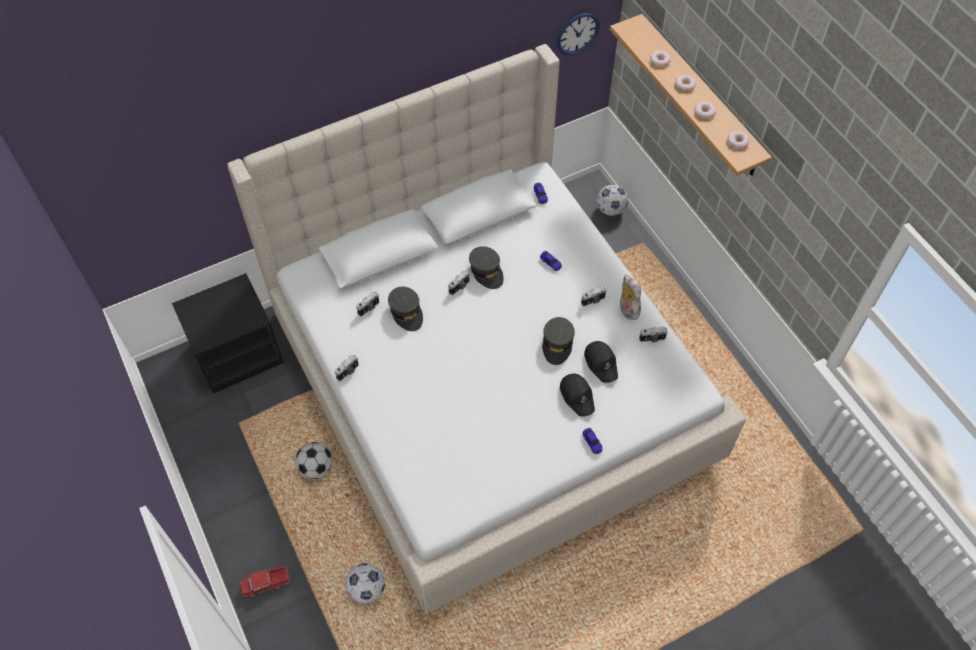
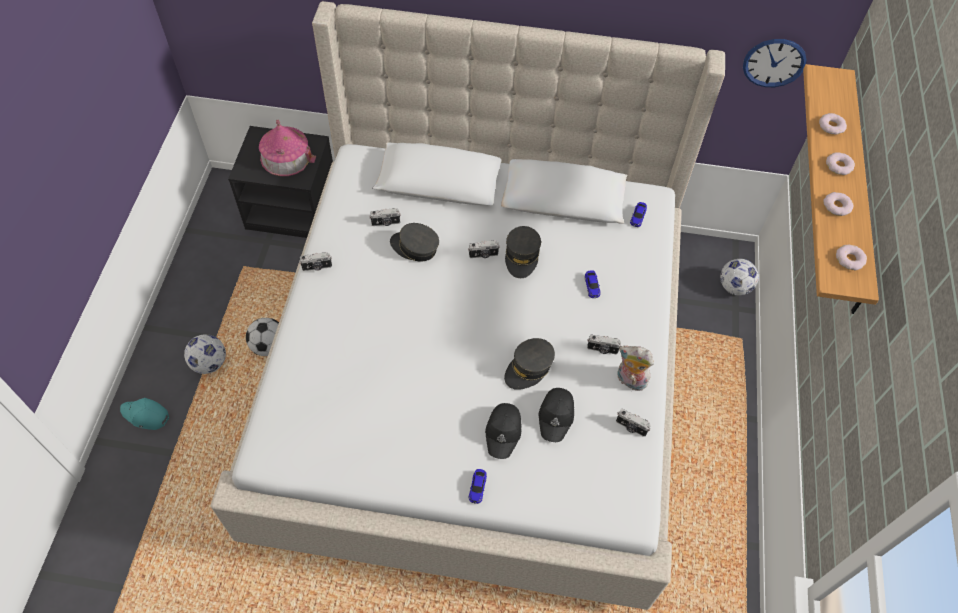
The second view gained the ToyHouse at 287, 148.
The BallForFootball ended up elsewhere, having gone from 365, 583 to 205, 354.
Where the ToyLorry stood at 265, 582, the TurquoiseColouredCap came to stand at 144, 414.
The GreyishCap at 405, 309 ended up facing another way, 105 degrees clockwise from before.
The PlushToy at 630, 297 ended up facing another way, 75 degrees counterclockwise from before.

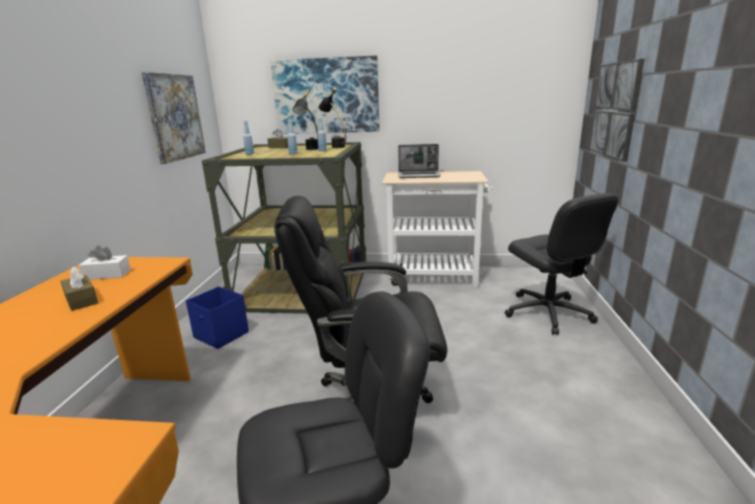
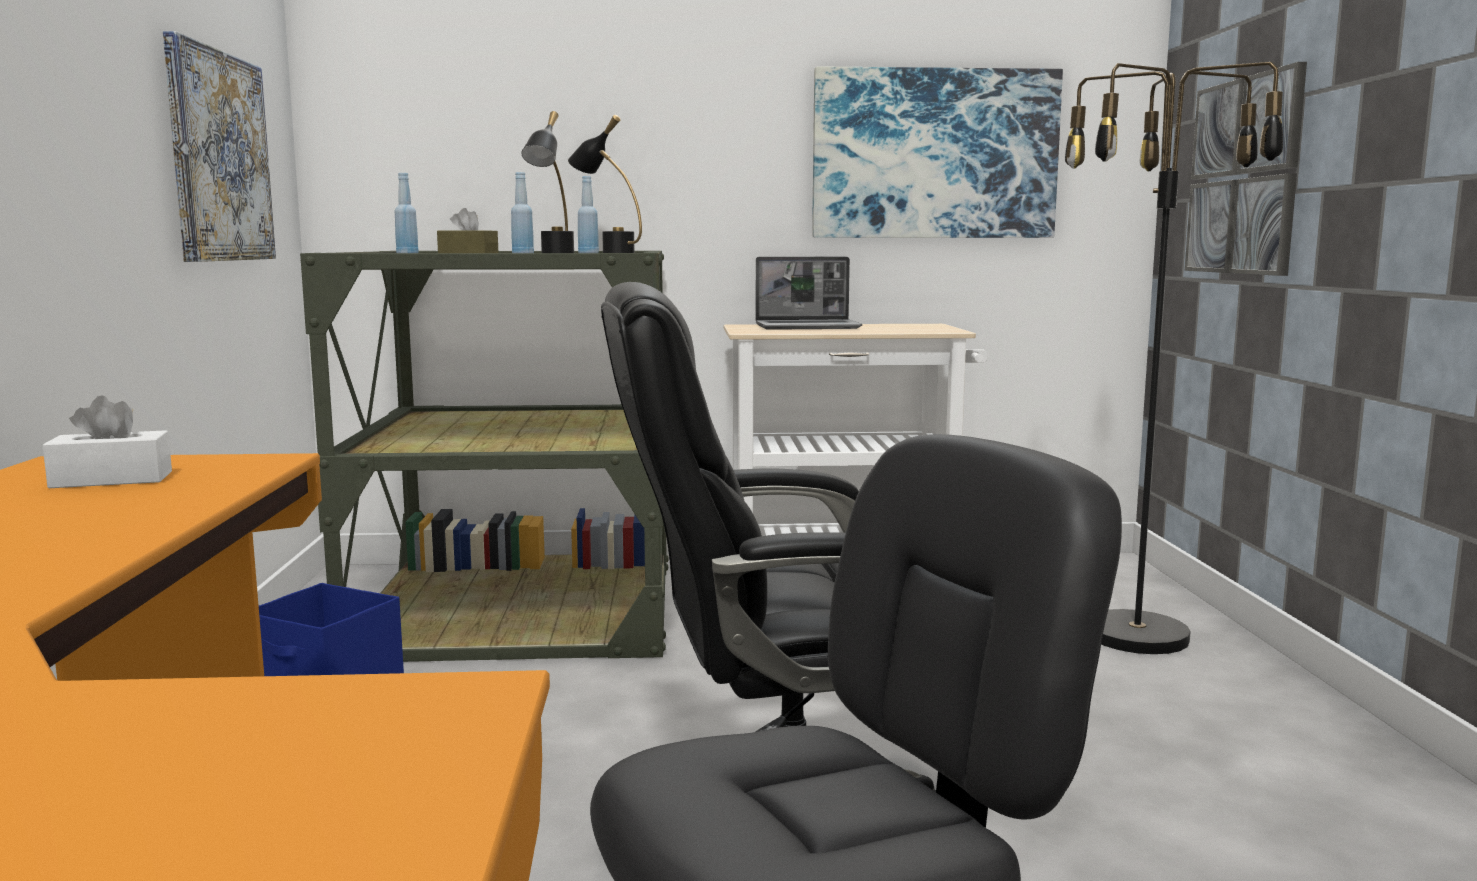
The second view lost the BrownColouredBoxOfTissues at 79, 288.
The WallArt ended up elsewhere, having gone from 325, 95 to 937, 152.
Where the BlackishOfficeChair stood at 561, 264, the FloorLamp came to stand at 1174, 358.

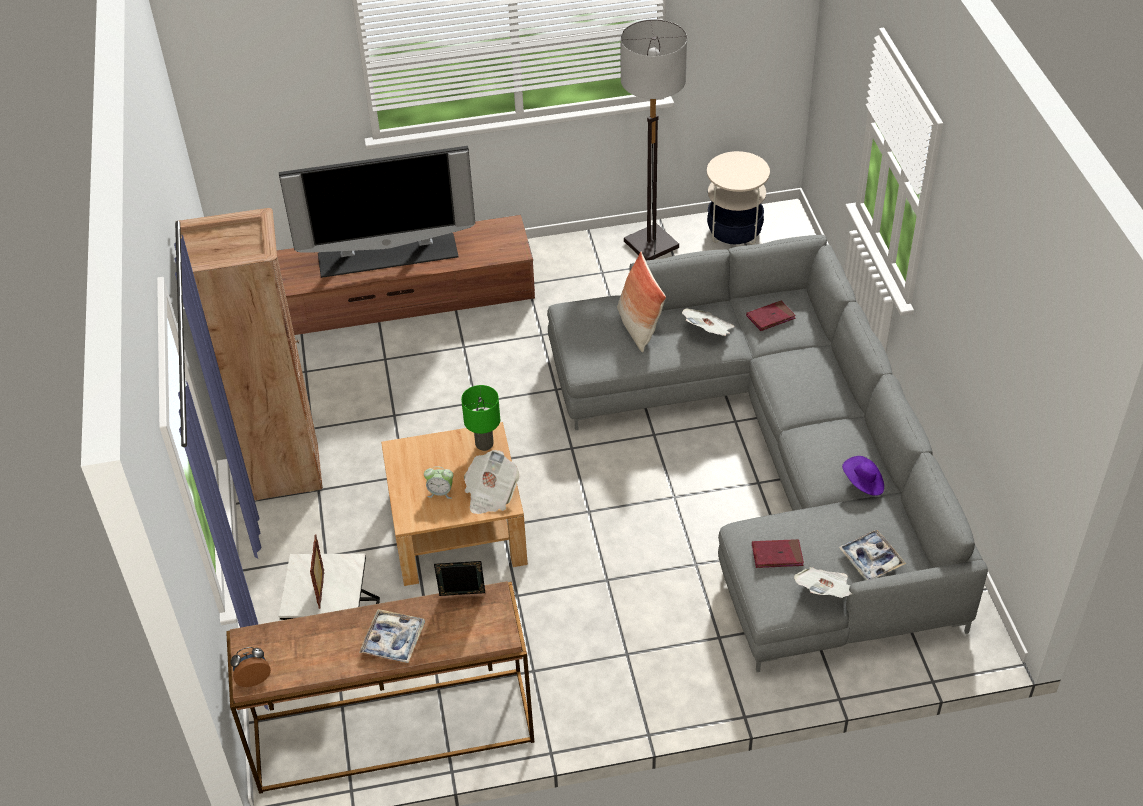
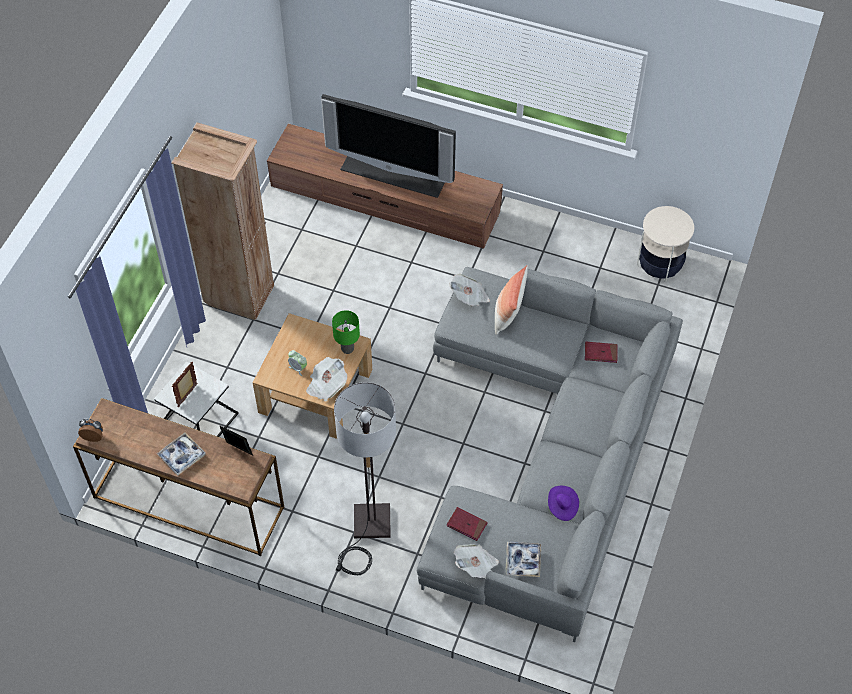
The FloorLamp ended up elsewhere, having gone from 653, 140 to 365, 478.
The DailyPaper ended up elsewhere, having gone from 708, 322 to 469, 290.

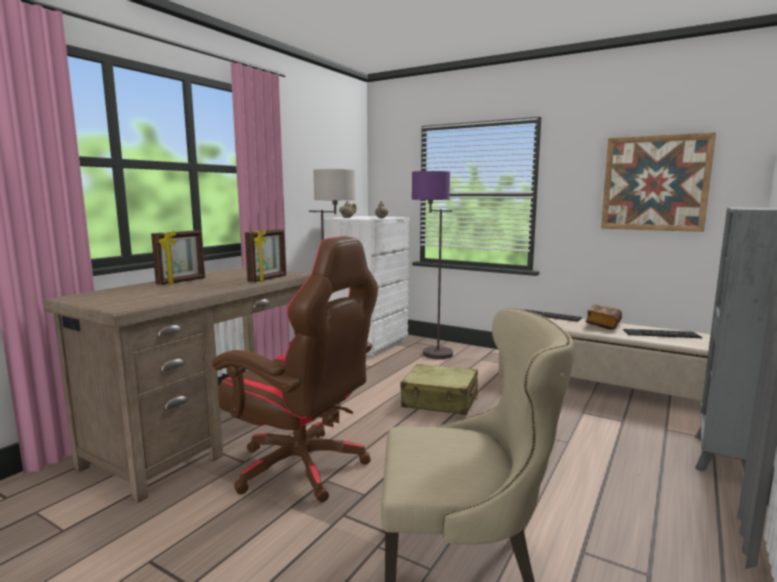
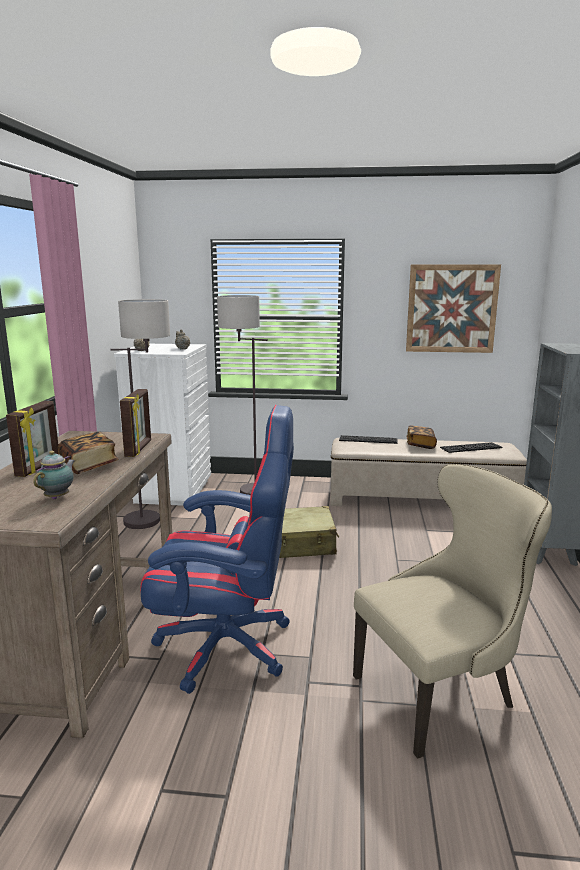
The second view gained the PotForTea at 54, 475.
The second view gained the BoundBook at 88, 453.
What was the BrownColouredOfficeChair at 295, 369 turned into the BlueColouredOfficeChair at 217, 549.
What was the PurpleFloorLamp at 432, 265 turned into the GreyishFloorLamp at 242, 395.

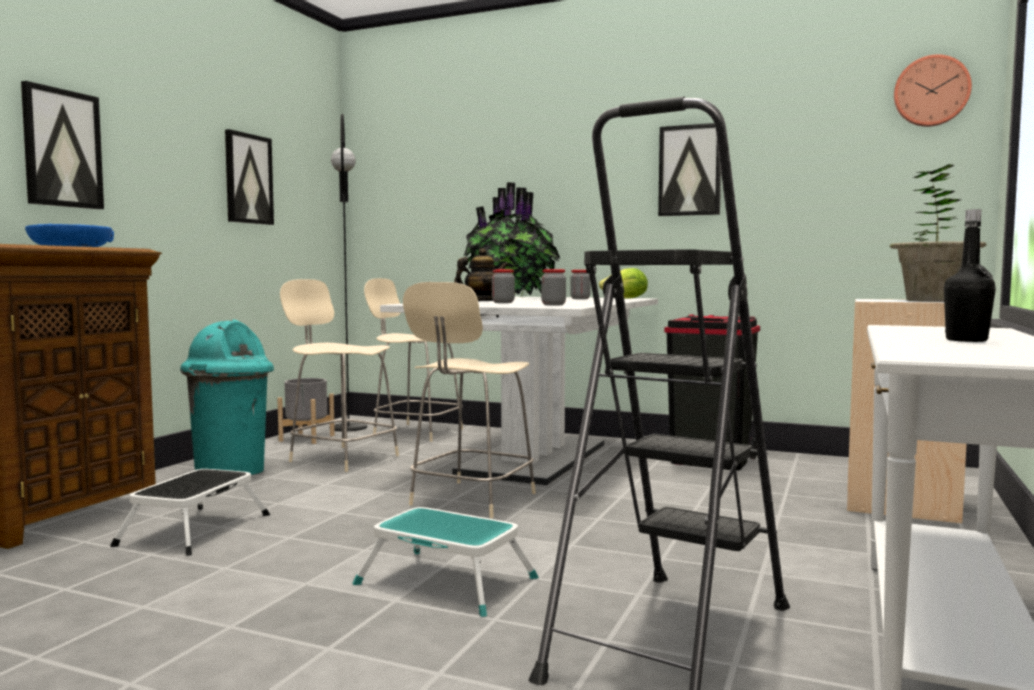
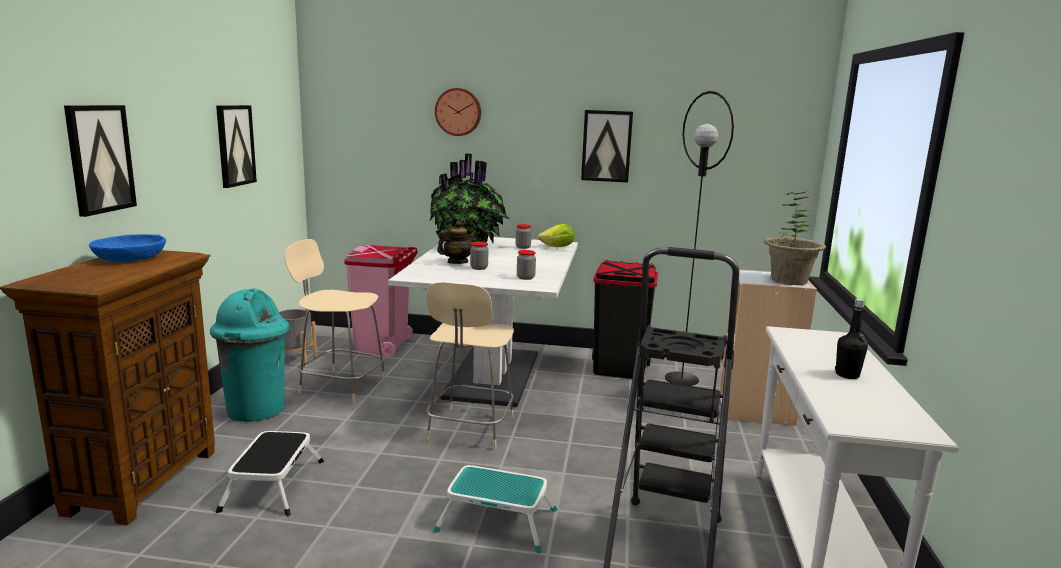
The BlackishFloorLamp ended up elsewhere, having gone from 349, 272 to 699, 238.
The WallClock ended up elsewhere, having gone from 933, 90 to 458, 112.
Where the SandColouredChair stood at 413, 360, the PinkishTrashCan came to stand at 381, 301.

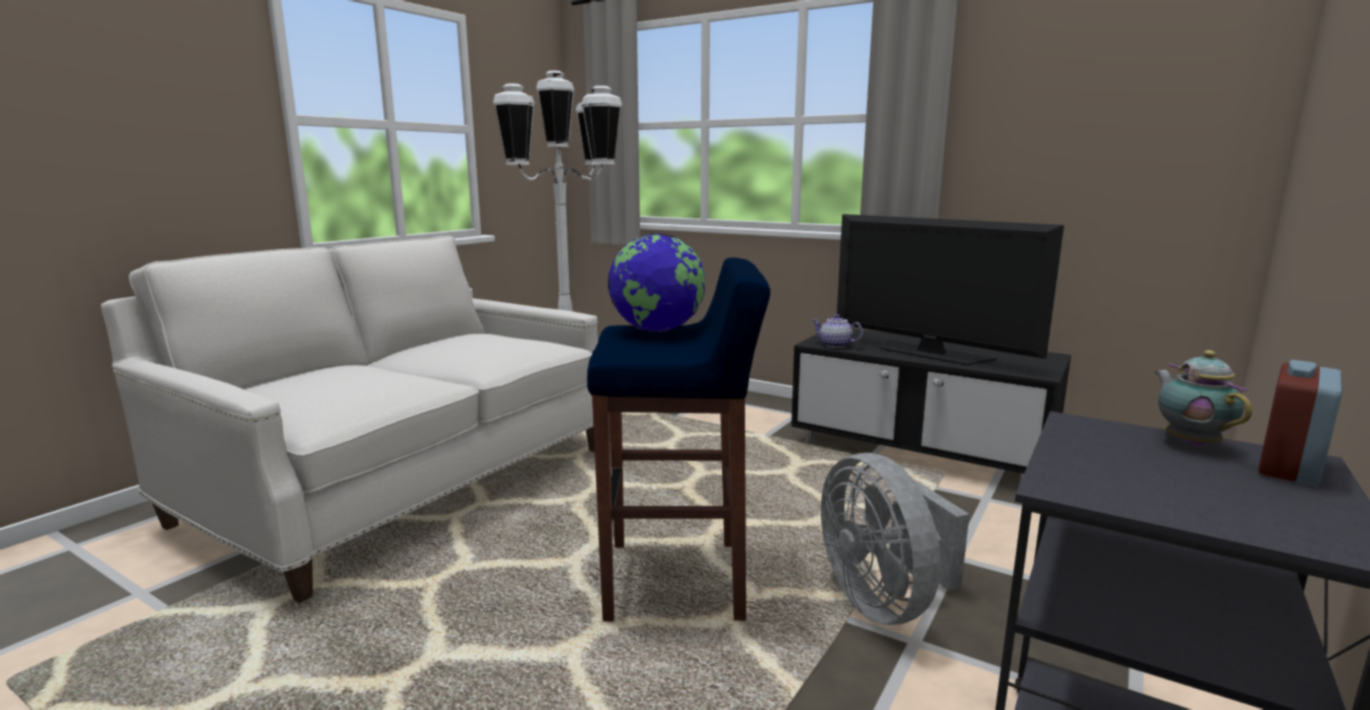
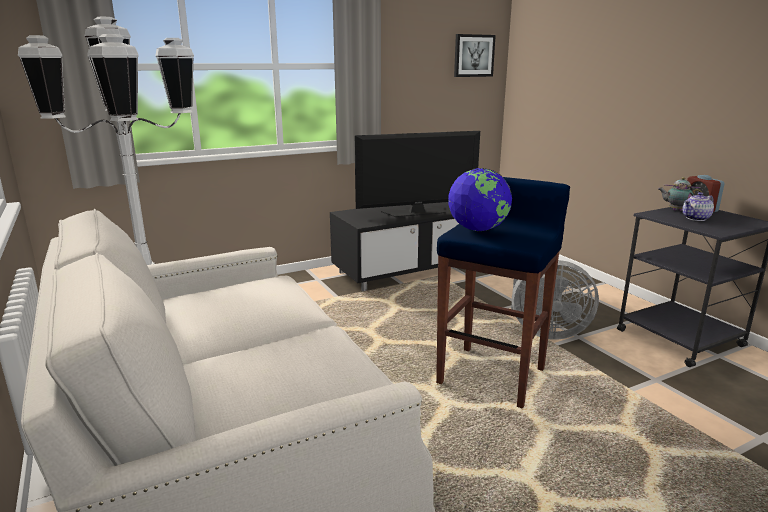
The second view gained the WallArt at 475, 55.
The PotForTea ended up elsewhere, having gone from 837, 331 to 698, 206.

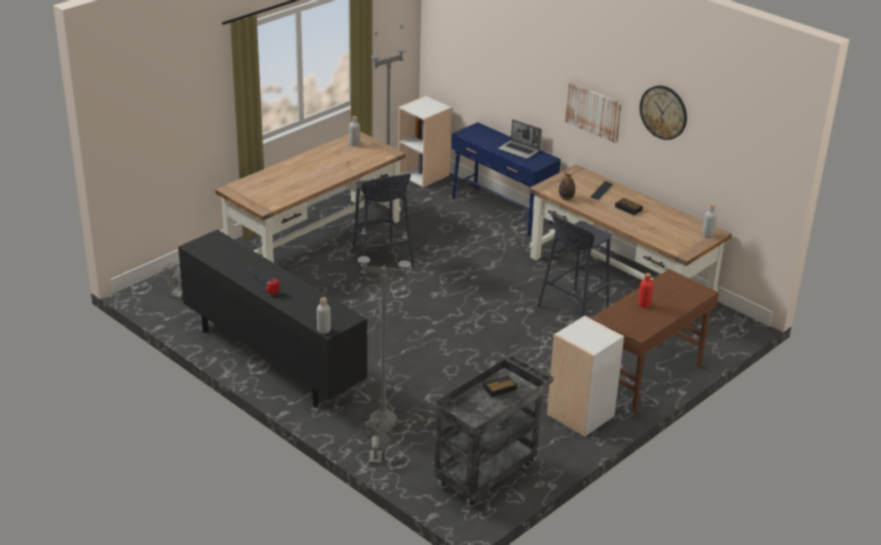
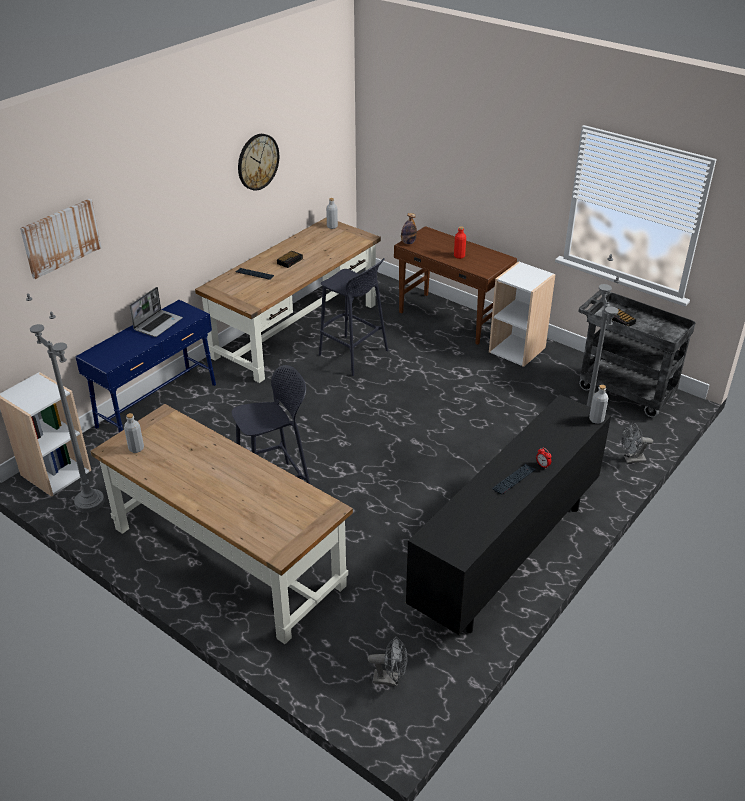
The BeverageBottle ended up elsewhere, having gone from 567, 184 to 409, 228.
The WallArt ended up elsewhere, having gone from 593, 112 to 60, 239.

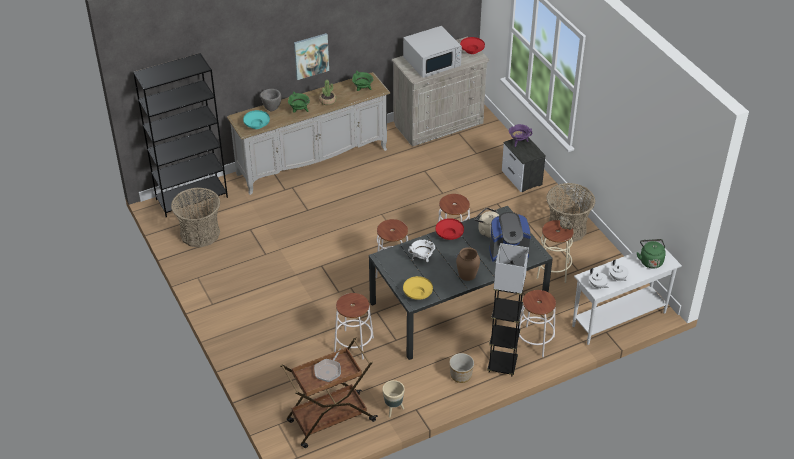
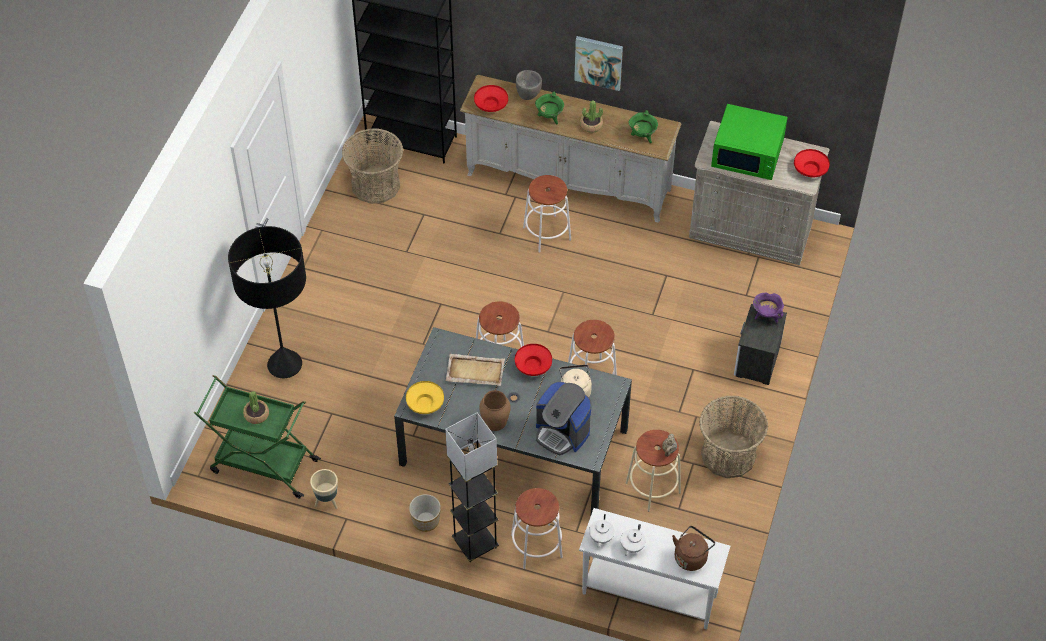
The second view gained the BlackishFloorLamp at 267, 302.
The WhitishStool ended up elsewhere, having gone from 354, 326 to 547, 214.
Where the FryingPan stood at 327, 365, the PlantInAPot came to stand at 256, 407.
Where the WhitishCookingPot stood at 421, 251, the SandColouredCarryingTray came to stand at 475, 370.
What was the TurquoiseColouredDeepDish at 256, 119 turned into the RedColouredDeepDish at 491, 98.
What was the BrownColouredCart at 329, 392 turned into the GreenishCart at 257, 436.
What was the WhitishKitchenMicrowave at 432, 52 turned into the GreenishKitchenMicrowave at 749, 142.
What was the GreenishTeaKettle at 651, 254 turned into the BrownColouredTeaKettle at 693, 548.

